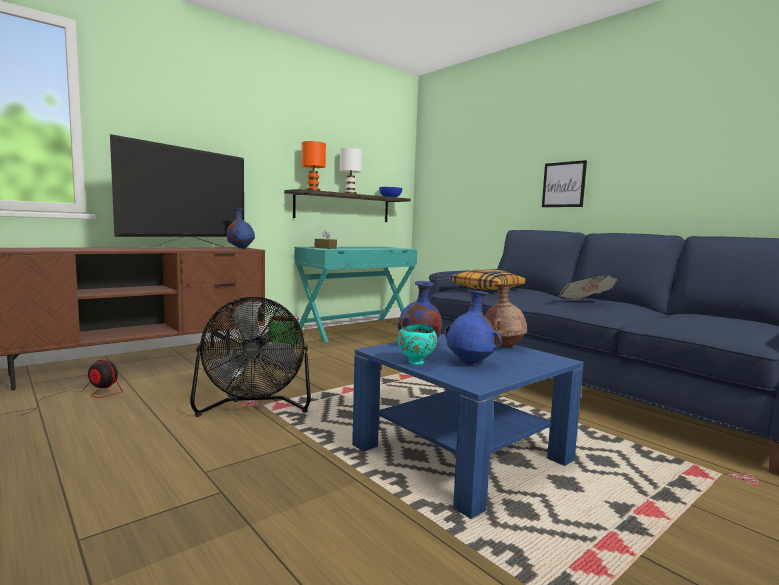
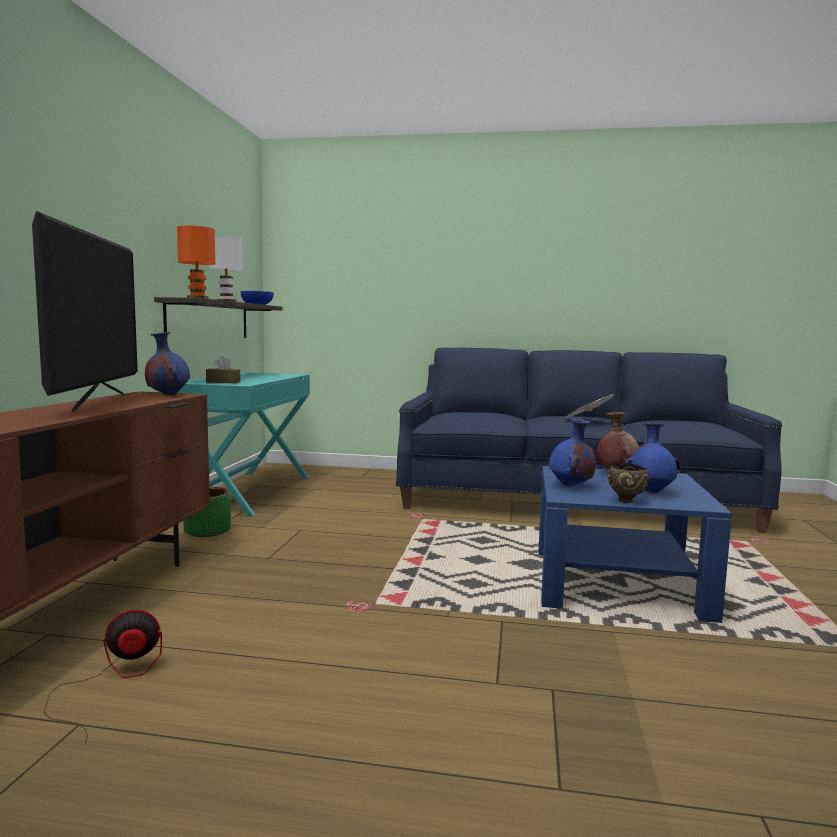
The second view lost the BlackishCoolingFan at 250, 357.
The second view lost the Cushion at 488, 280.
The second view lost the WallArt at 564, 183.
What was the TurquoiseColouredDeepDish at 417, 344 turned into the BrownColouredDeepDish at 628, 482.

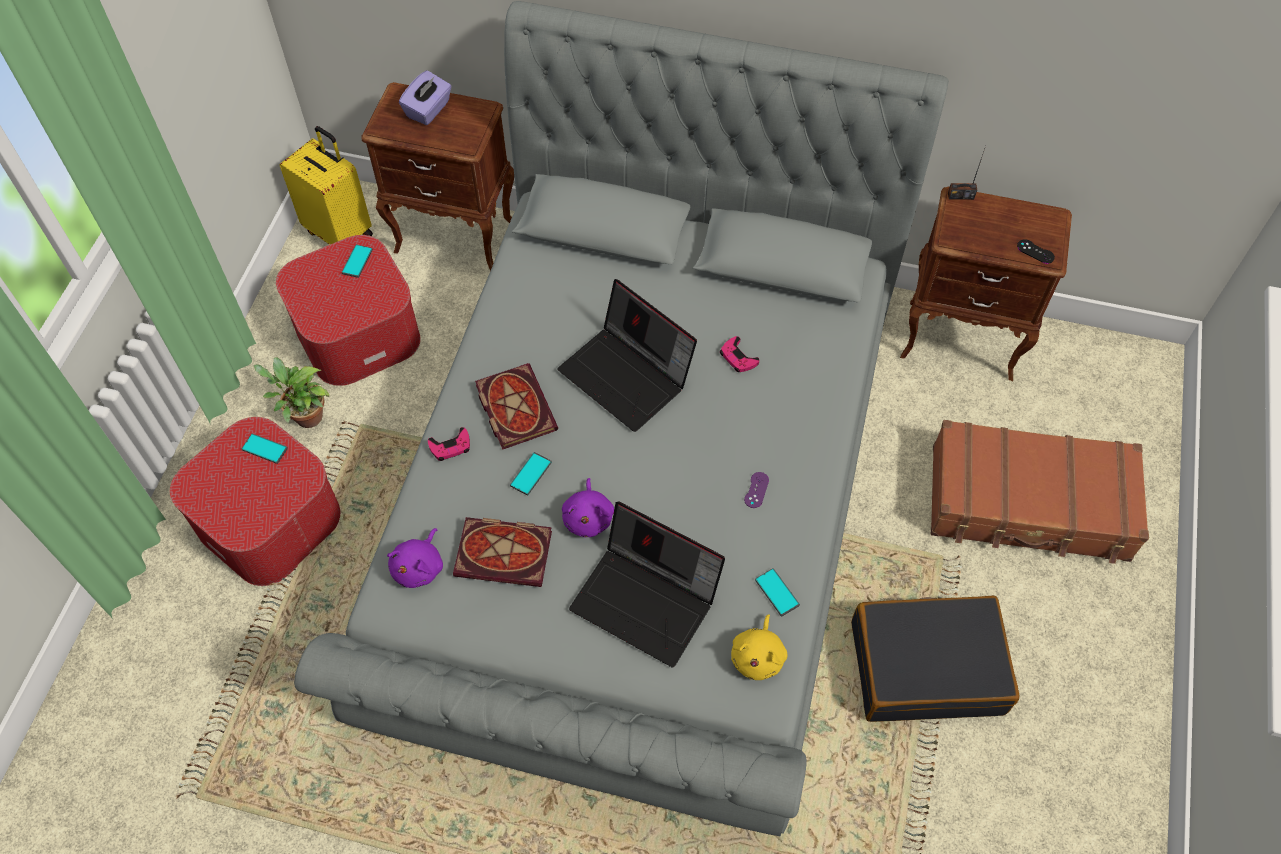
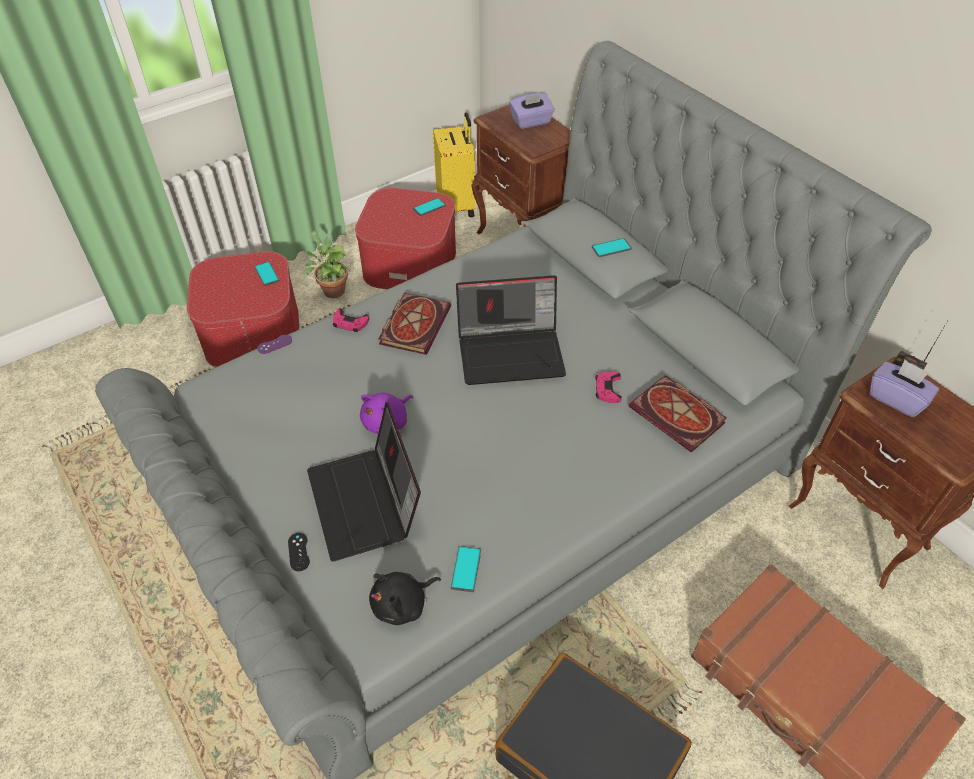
The second view lost the PurplePlushToy at 415, 558.
The second view gained the PurpleBoxOfTissues at 905, 388.
The BoundBook ended up elsewhere, having gone from 502, 552 to 678, 413.
The Phone ended up elsewhere, having gone from 531, 473 to 612, 247.
The PurpleGamepad ended up elsewhere, having gone from 756, 490 to 274, 344.
The BlackishGamepad ended up elsewhere, having gone from 1036, 251 to 299, 552.
What was the YellowPlushToy at 759, 647 turned into the BlackishPlushToy at 405, 598.
The Laptop at 627, 355 ended up facing another way, 90 degrees counterclockwise from before.

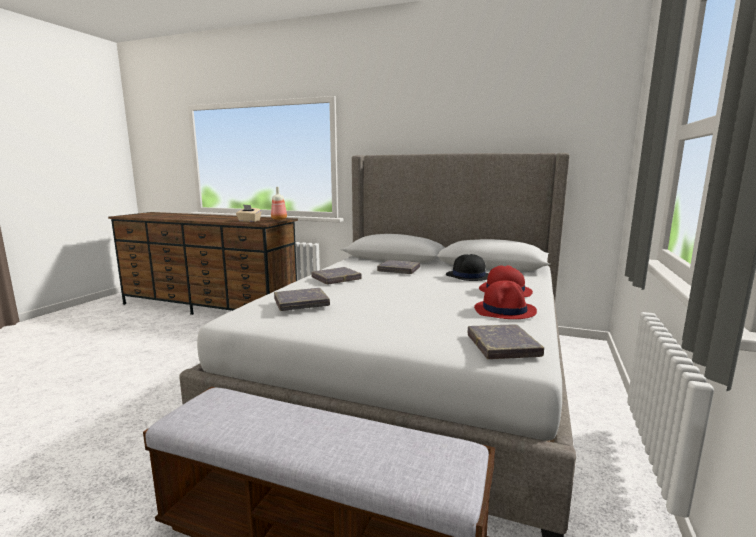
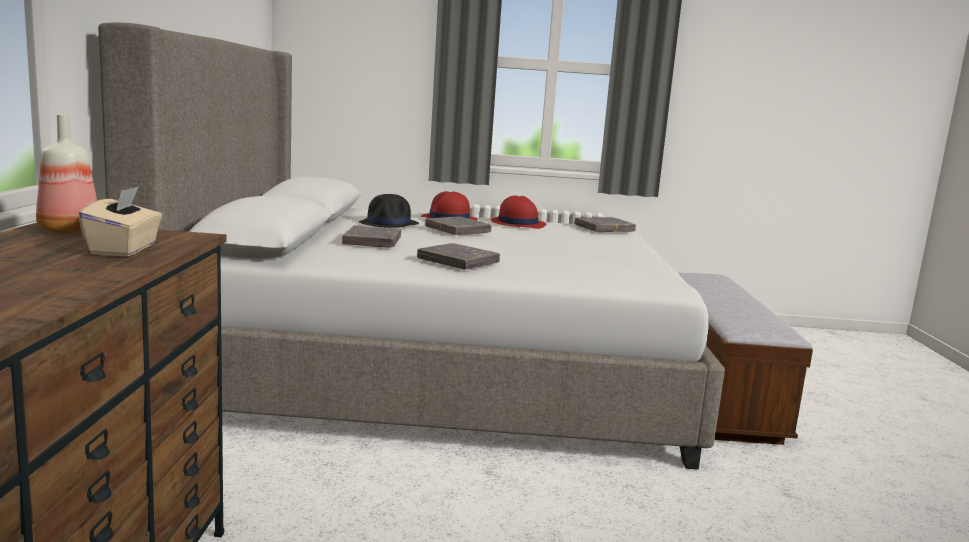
The GreyishBoundBook ended up elsewhere, having gone from 302, 299 to 458, 225.

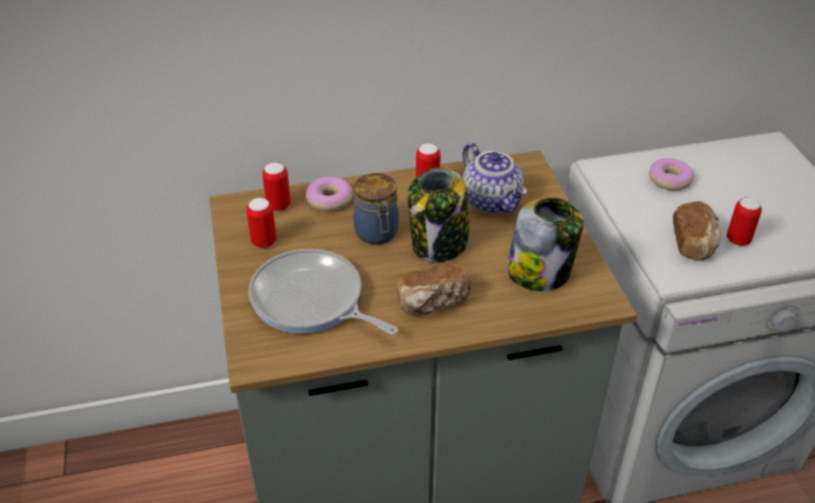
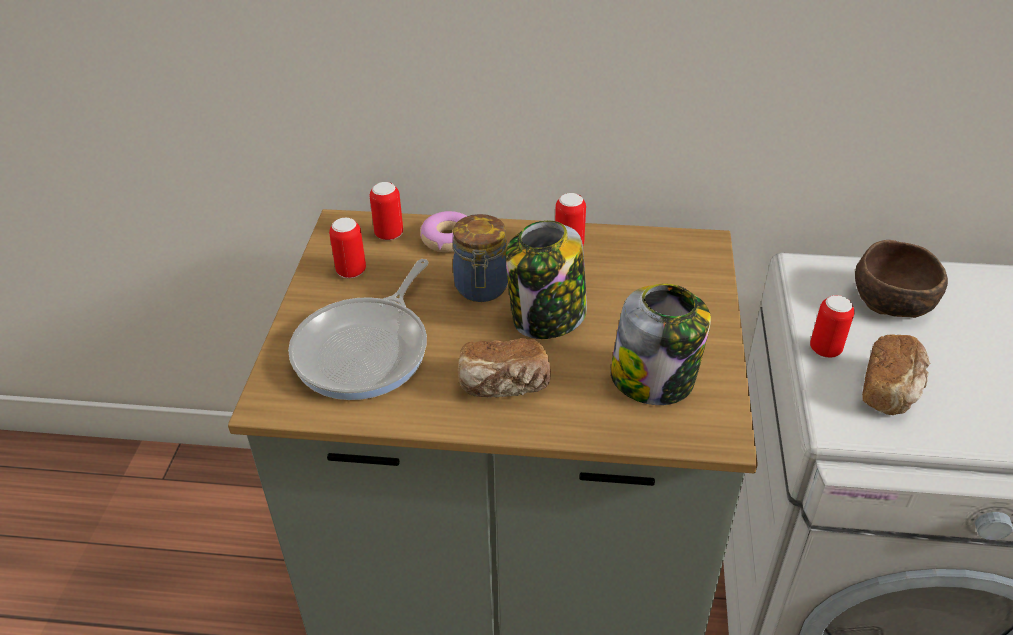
The second view lost the PotForTea at 495, 178.
The SealedCan ended up elsewhere, having gone from 744, 221 to 832, 326.
Where the Donut stood at 671, 174, the BrownColouredDeepDish came to stand at 901, 279.
The FryingPan at 323, 292 ended up facing another way, 120 degrees counterclockwise from before.

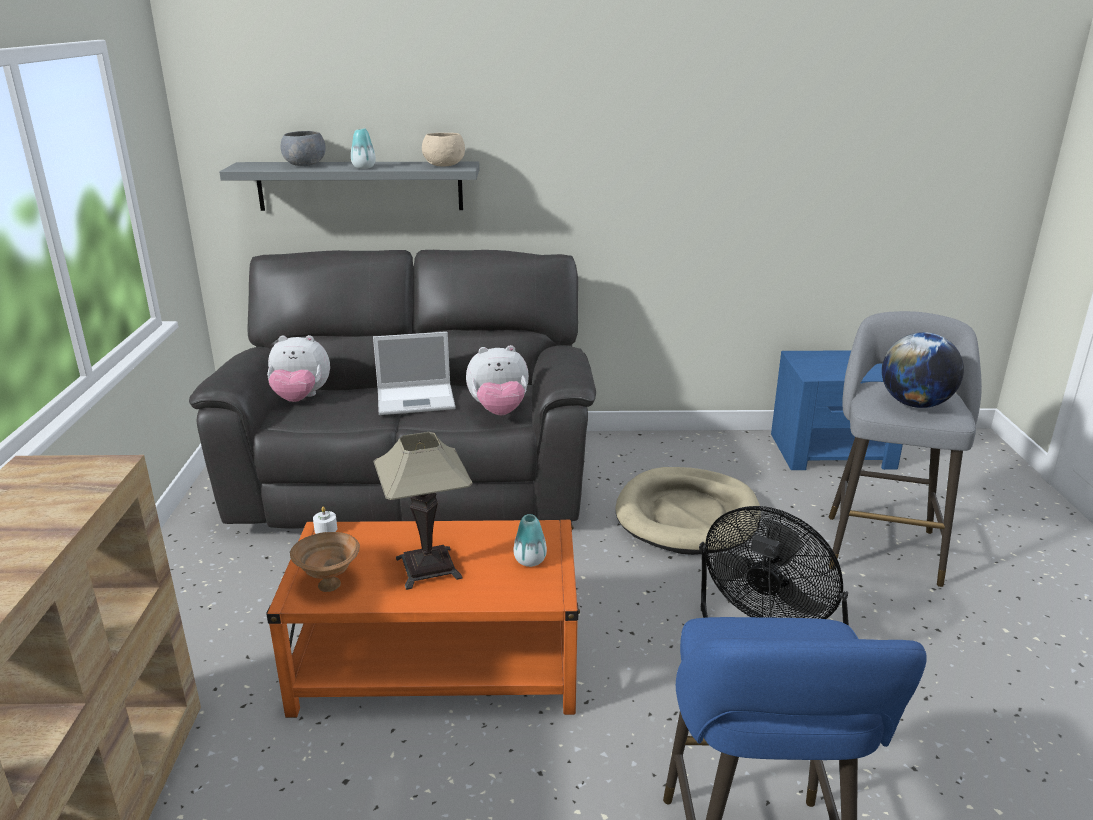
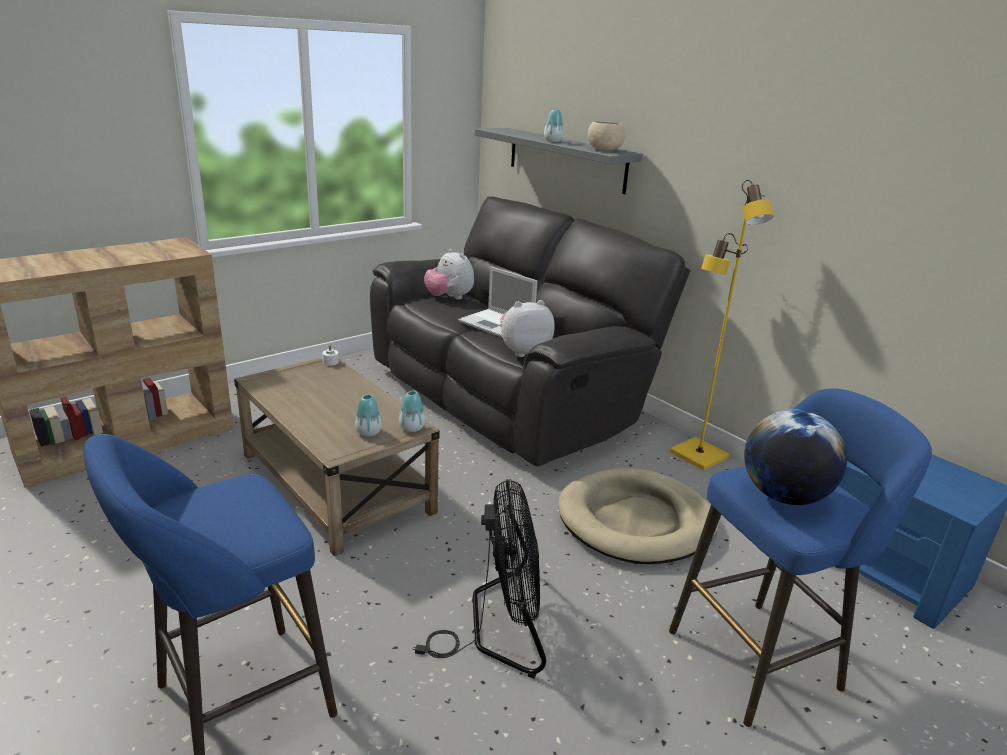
The second view lost the GreyishDeepDish at 303, 148.
The second view lost the BrownColouredDeepDish at 325, 562.
The second view lost the TabletopLamp at 423, 511.
The second view gained the Vase at 412, 411.
The second view gained the YellowFloorLamp at 722, 325.
What was the OrangeyCoffeeTable at 423, 619 turned into the SandColouredCoffeeTable at 337, 457.
What was the GreyishStool at 905, 449 turned into the BlueColouredStool at 800, 557.
The PlushToy at 497, 380 ended up facing another way, 120 degrees clockwise from before.

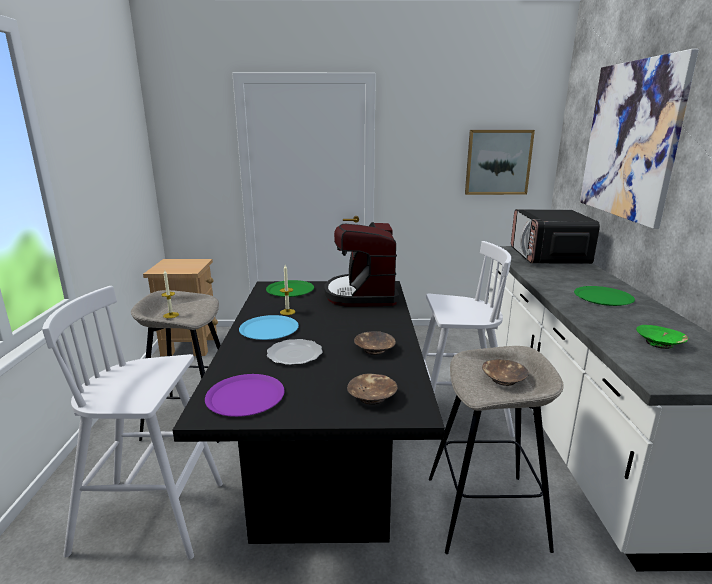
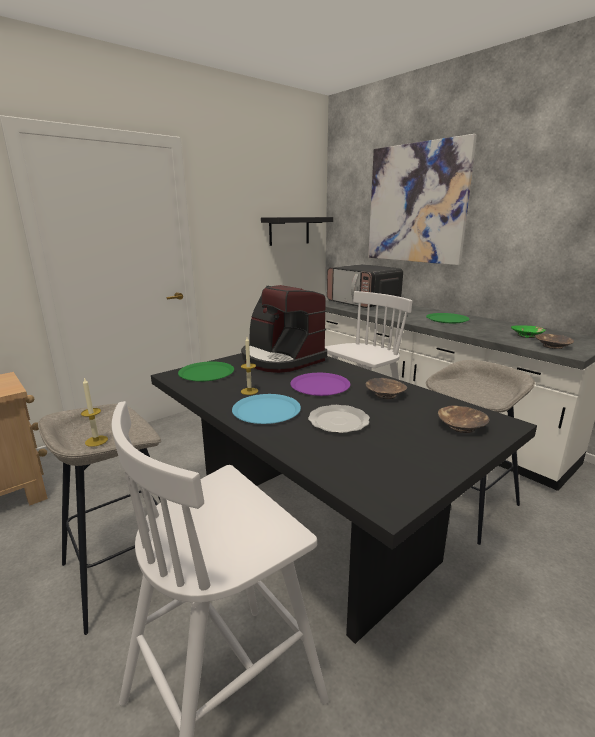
The PurpleFlatDish ended up elsewhere, having gone from 245, 395 to 320, 384.
The BrownColouredDeepDish ended up elsewhere, having gone from 505, 372 to 554, 341.
Where the WallArt hung at 500, 162, the BlackishWallShelf came to hang at 297, 231.

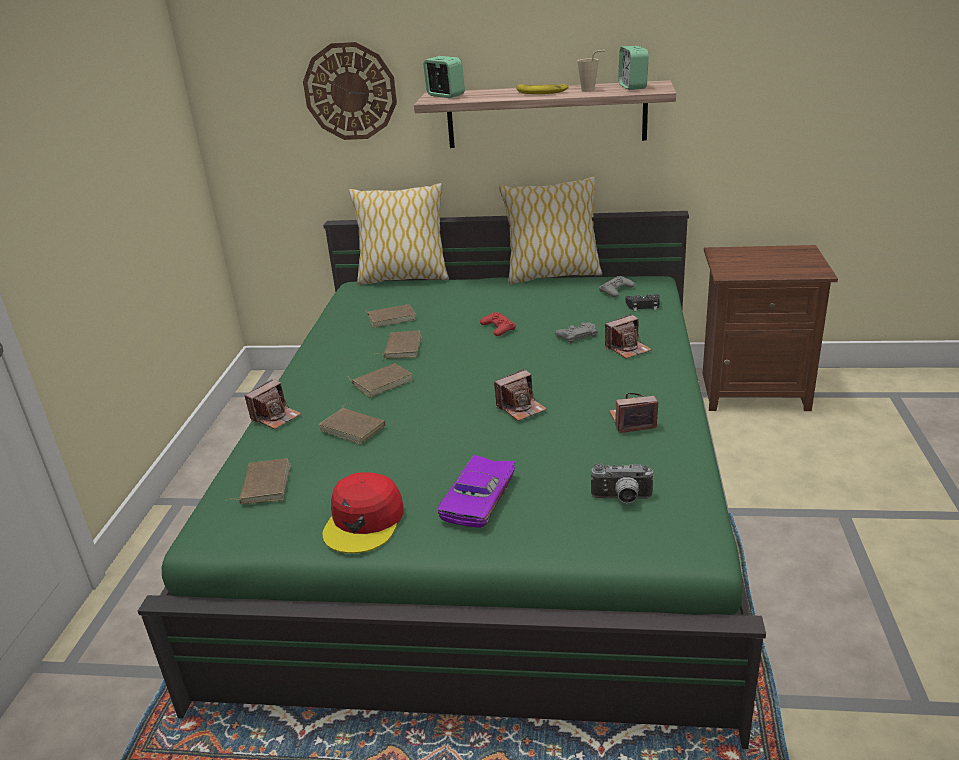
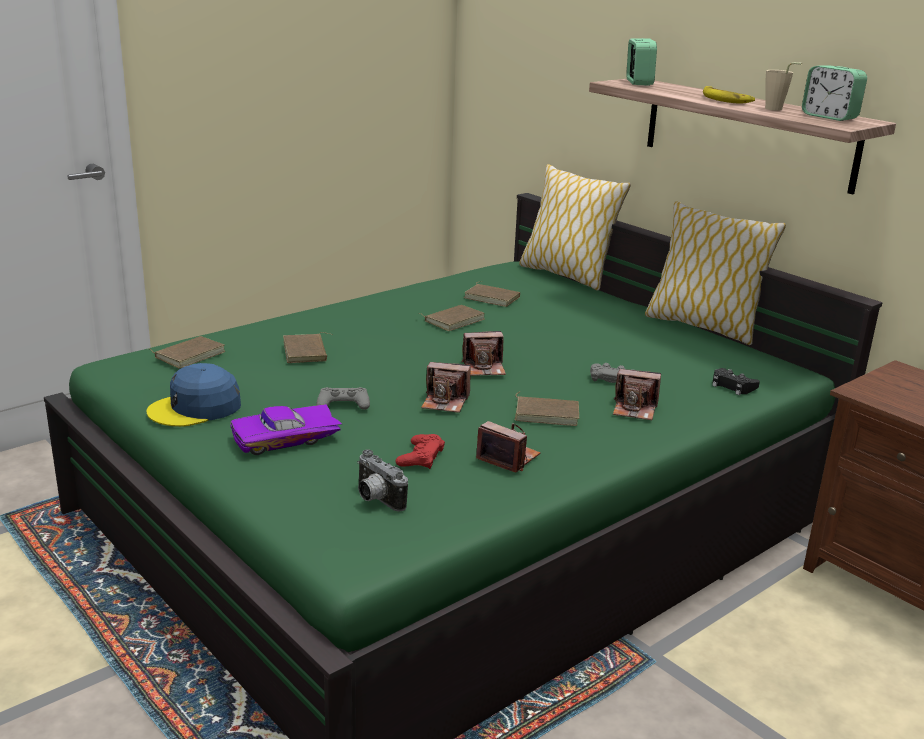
The second view lost the WallClock at 350, 91.
The PhotoCamera ended up elsewhere, having gone from 273, 404 to 484, 353.
The BrownColouredBoundBook ended up elsewhere, having gone from 380, 380 to 547, 408.
The RedColouredGamepad ended up elsewhere, having gone from 498, 324 to 420, 451.
The GreyishGamepad ended up elsewhere, having gone from 617, 286 to 343, 398.
What was the RedColouredCap at 362, 513 turned into the BlueColouredCap at 193, 395.
The TableClock at 633, 68 ended up facing another way, 75 degrees counterclockwise from before.

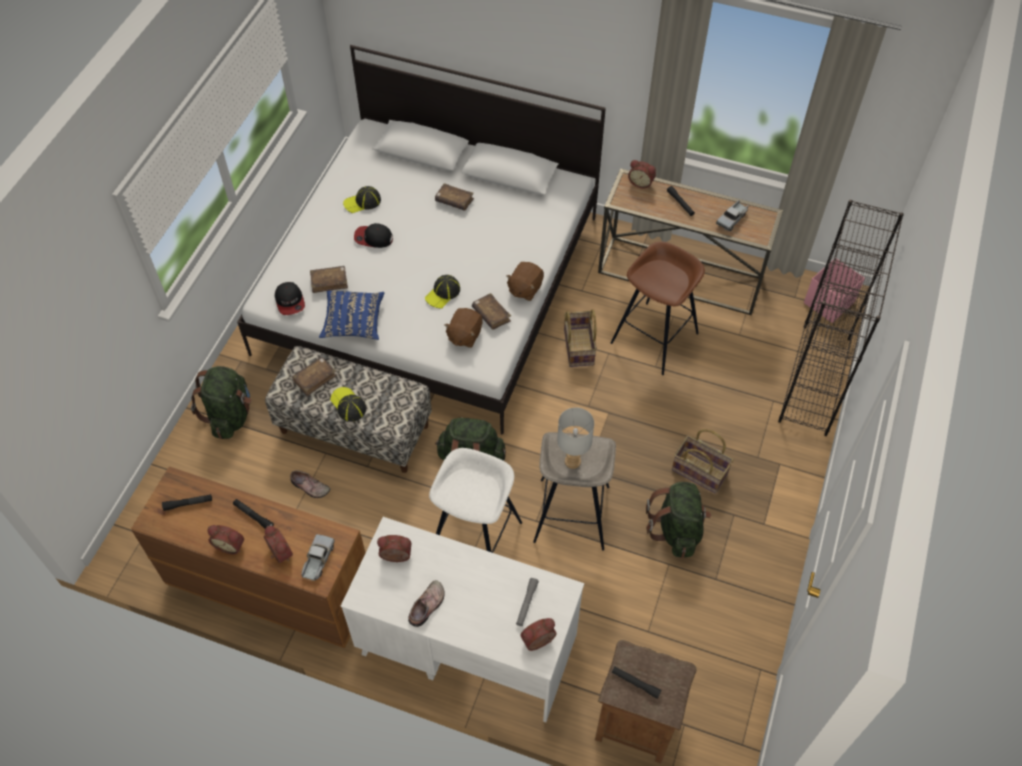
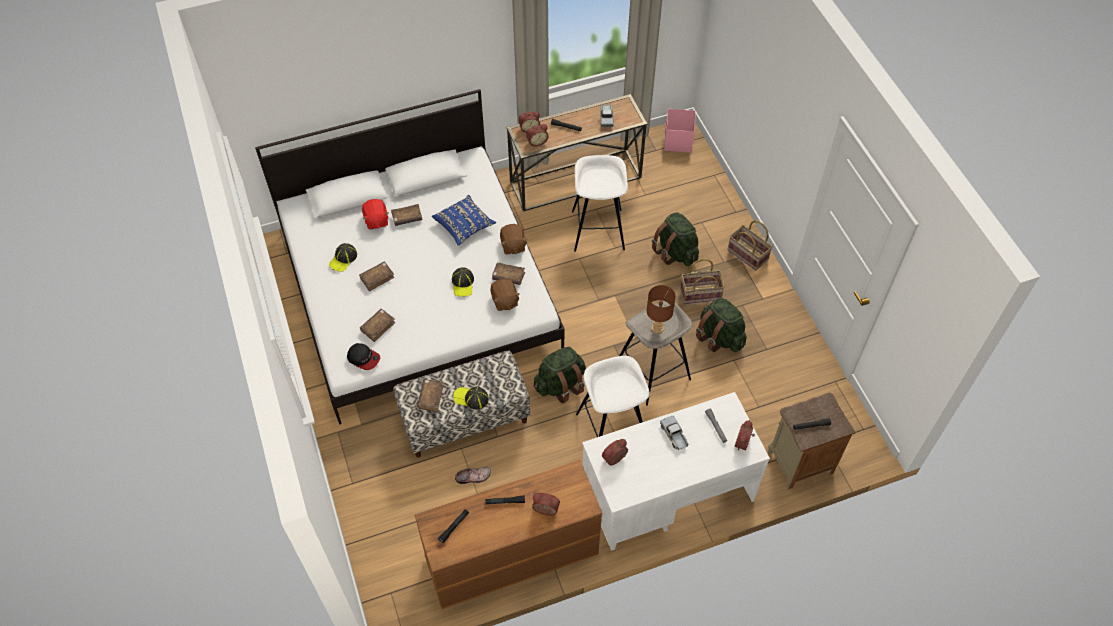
The second view lost the ItemOfFootwear at 426, 603.
The second view lost the BlackishBookshelf at 841, 318.
The second view gained the RedColouredPlushToy at 375, 214.
The GreenishBackpack ended up elsewhere, having gone from 221, 402 to 675, 239.
The TableClock ended up elsewhere, having gone from 226, 540 to 537, 135.
The ToyLorry ended up elsewhere, having gone from 318, 557 to 674, 433.
The BlueColouredCushion ended up elsewhere, having gone from 351, 315 to 464, 220.
The HouseholdBasket ended up elsewhere, having gone from 580, 338 to 750, 245.
Where the Cap stood at 373, 235, the BrownColouredBoundBook came to stand at 377, 276.
What was the GreyishTabletopLamp at 575, 438 turned into the BrownColouredTabletopLamp at 661, 309.
What was the BrownColouredStool at 658, 308 turned into the WhitishStool at 600, 203.

